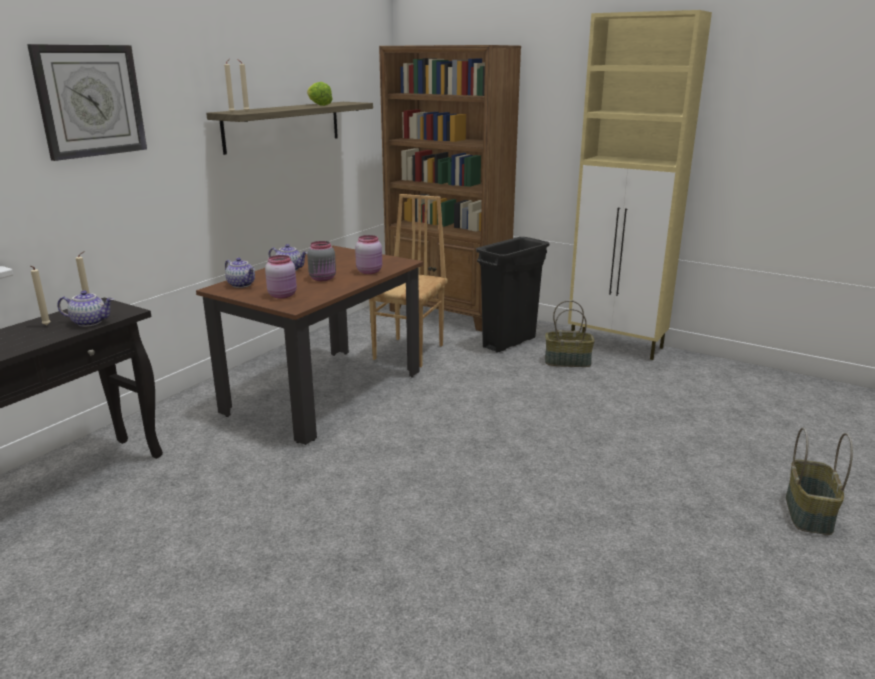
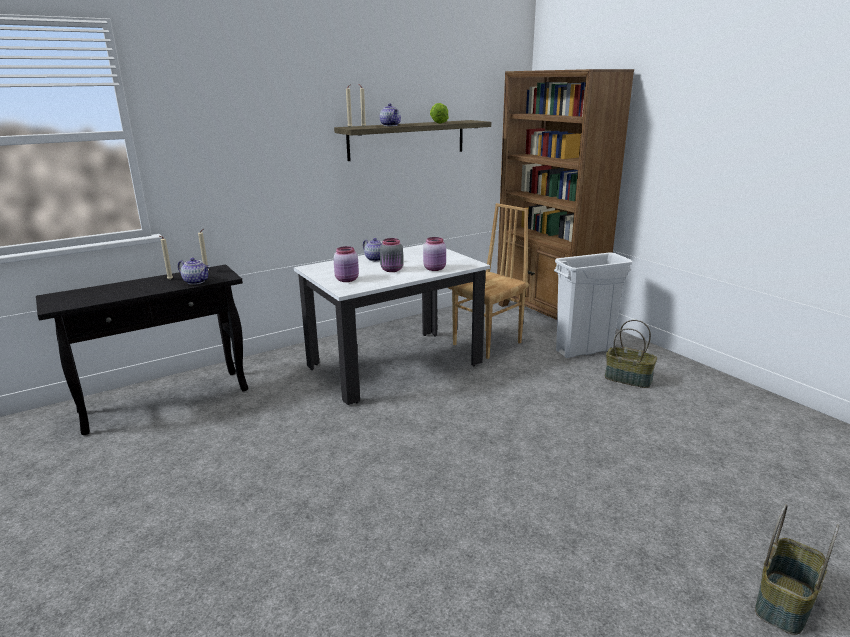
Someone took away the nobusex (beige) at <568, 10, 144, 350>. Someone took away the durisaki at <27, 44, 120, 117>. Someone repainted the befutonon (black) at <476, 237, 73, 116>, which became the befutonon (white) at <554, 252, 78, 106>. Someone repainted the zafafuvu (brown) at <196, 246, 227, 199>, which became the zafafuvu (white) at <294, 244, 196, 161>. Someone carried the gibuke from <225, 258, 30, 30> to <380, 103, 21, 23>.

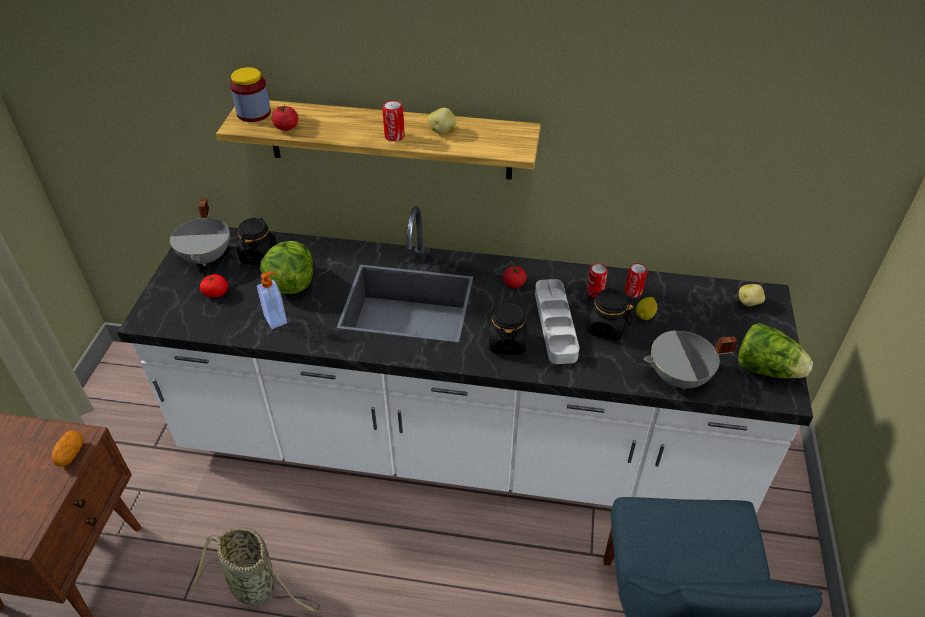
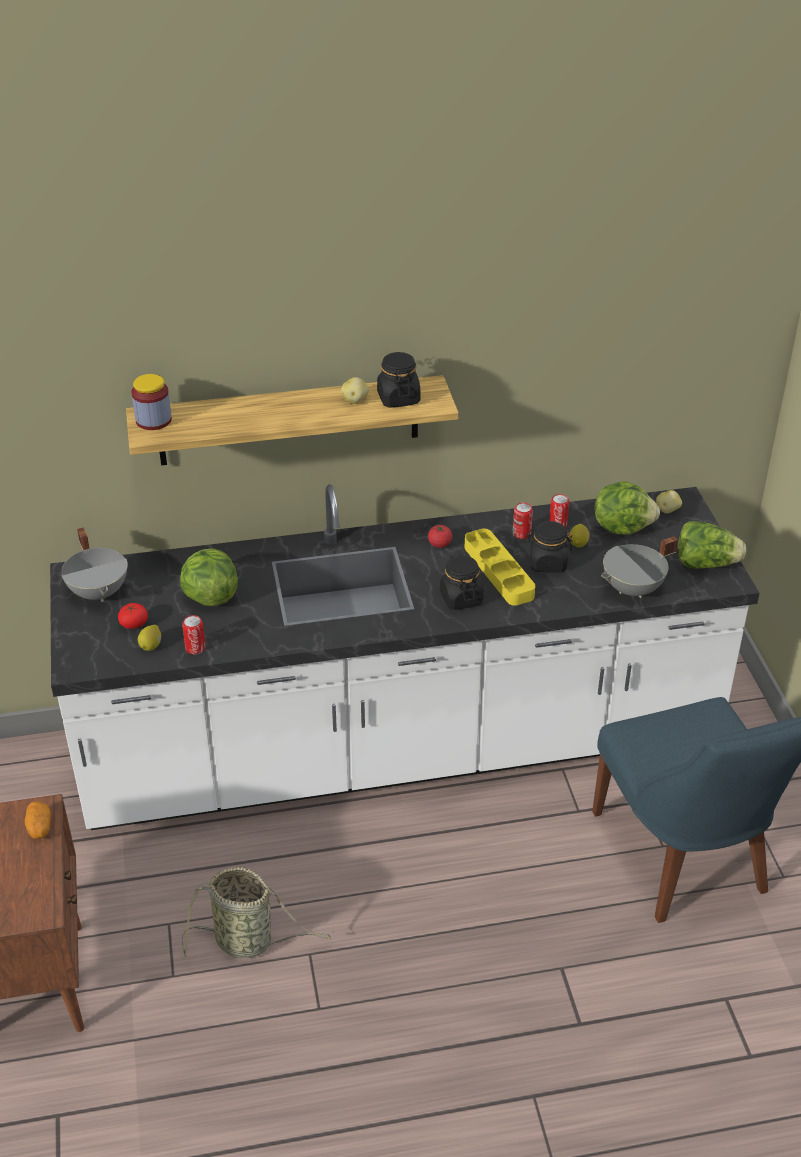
Someone carried the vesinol from <382, 100, 23, 42> to <182, 615, 24, 39>. Someone took away the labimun at <272, 105, 26, 26>. Someone carried the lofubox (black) from <237, 217, 40, 48> to <377, 352, 43, 56>. Someone took away the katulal at <257, 271, 30, 58>. Someone repainted the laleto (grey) at <535, 279, 44, 85>, which became the laleto (yellow) at <465, 529, 70, 77>. Someone put down the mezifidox at <595, 481, 65, 54>. Someone put down the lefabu at <138, 625, 23, 26>.

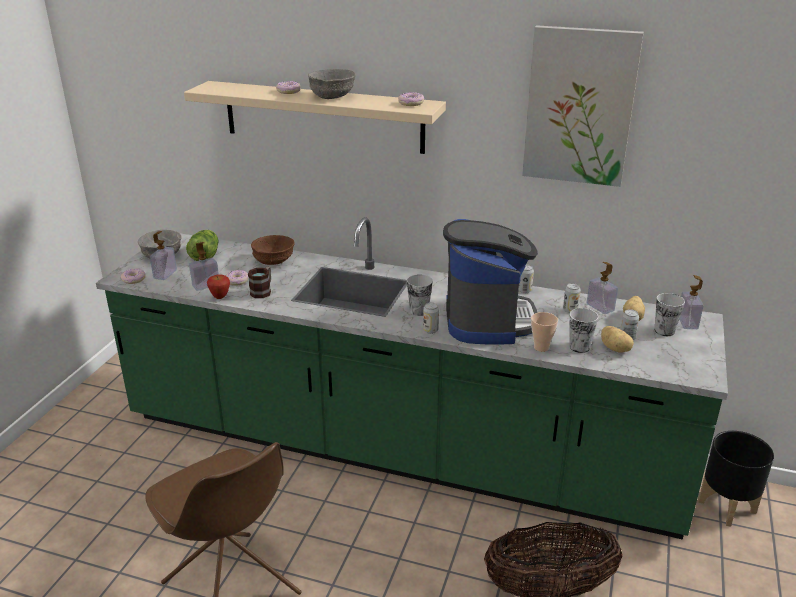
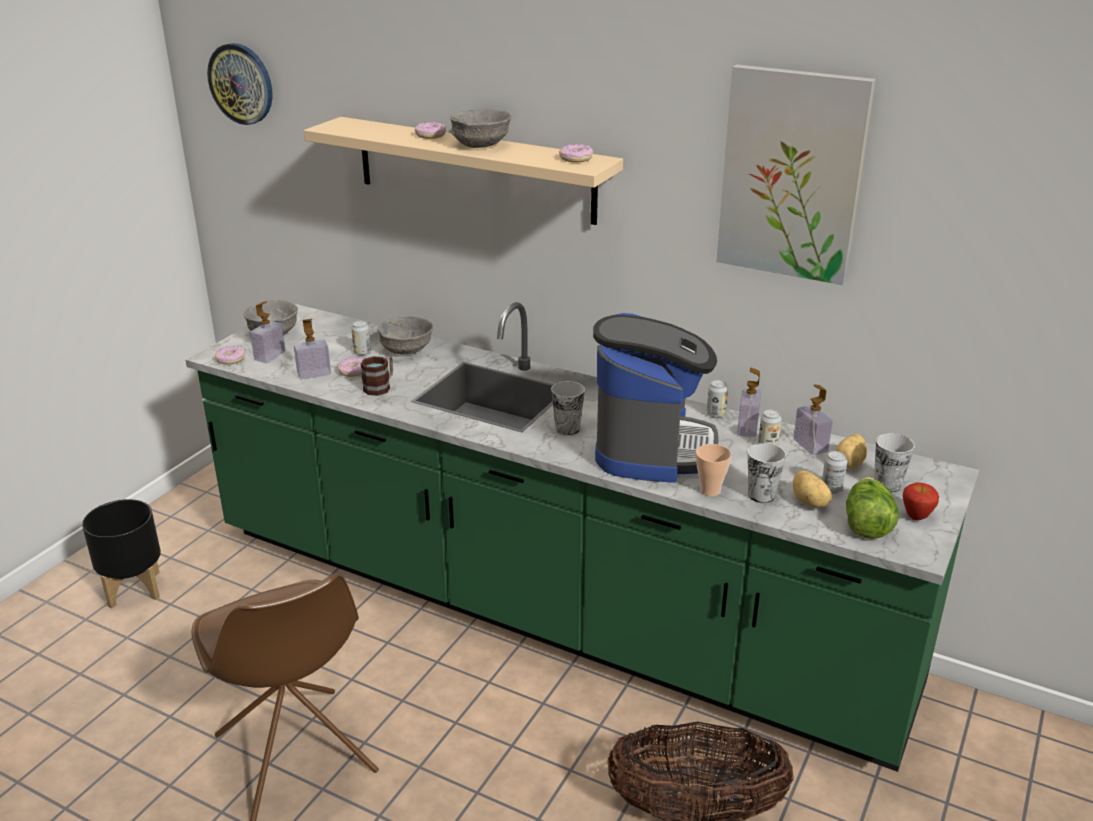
Someone carried the mezifidox from <186, 230, 33, 31> to <846, 477, 53, 62>. Someone repainted the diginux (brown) at <251, 235, 44, 30>, which became the diginux (grey) at <378, 317, 55, 37>. Someone carried the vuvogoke from <207, 274, 23, 25> to <903, 483, 36, 37>. Someone carried the katulal from <679, 275, 24, 54> to <737, 368, 24, 69>. Someone carried the vesinol from <423, 302, 16, 32> to <351, 321, 20, 34>. Someone carried the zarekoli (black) from <698, 431, 76, 96> to <82, 499, 79, 109>. Someone put up the durisaki at <207, 43, 66, 82>.

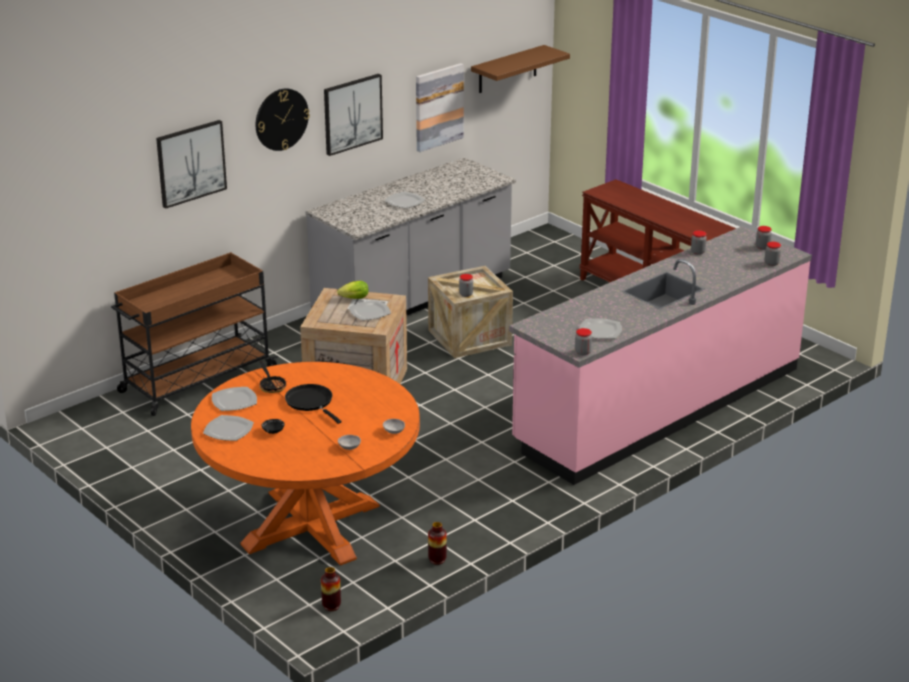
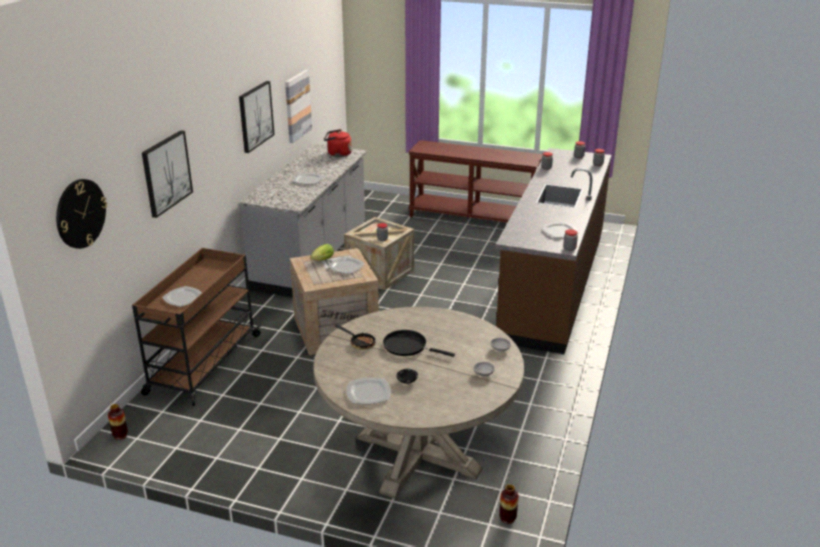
Someone took away the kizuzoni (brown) at <471, 45, 99, 48>. Someone carried the durisaki from <255, 88, 55, 63> to <56, 179, 51, 70>. Someone repainted the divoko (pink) at <509, 226, 303, 259>, which became the divoko (brown) at <495, 148, 117, 206>. Someone repainted the zafafuvu (orange) at <191, 362, 229, 204>, which became the zafafuvu (beige) at <313, 307, 211, 192>. Someone carried the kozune from <212, 387, 45, 24> to <162, 286, 40, 21>. Someone carried the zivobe from <428, 522, 19, 43> to <108, 404, 20, 36>. Someone put down the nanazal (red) at <324, 129, 28, 28>.

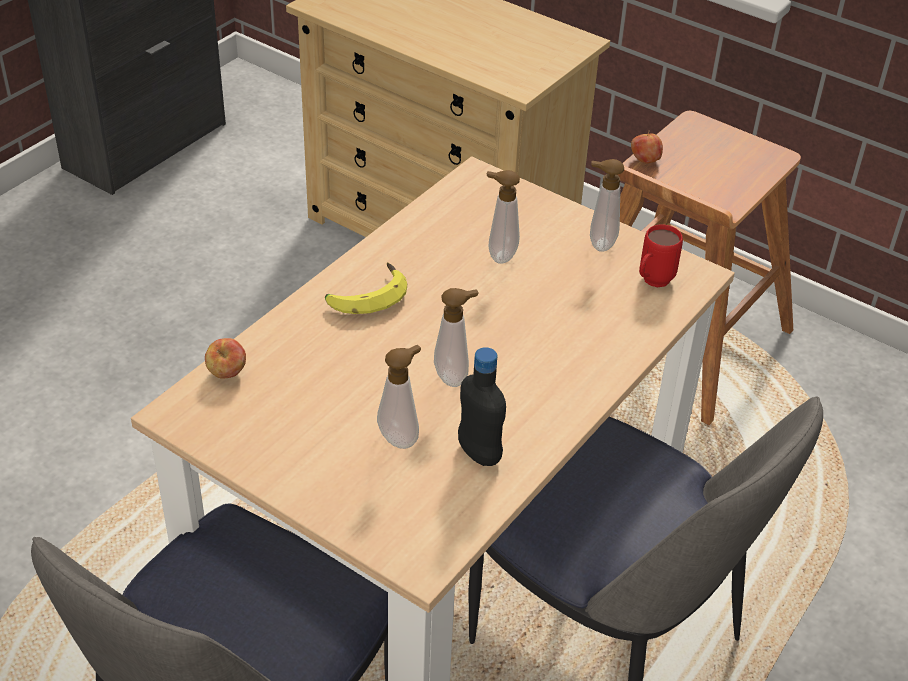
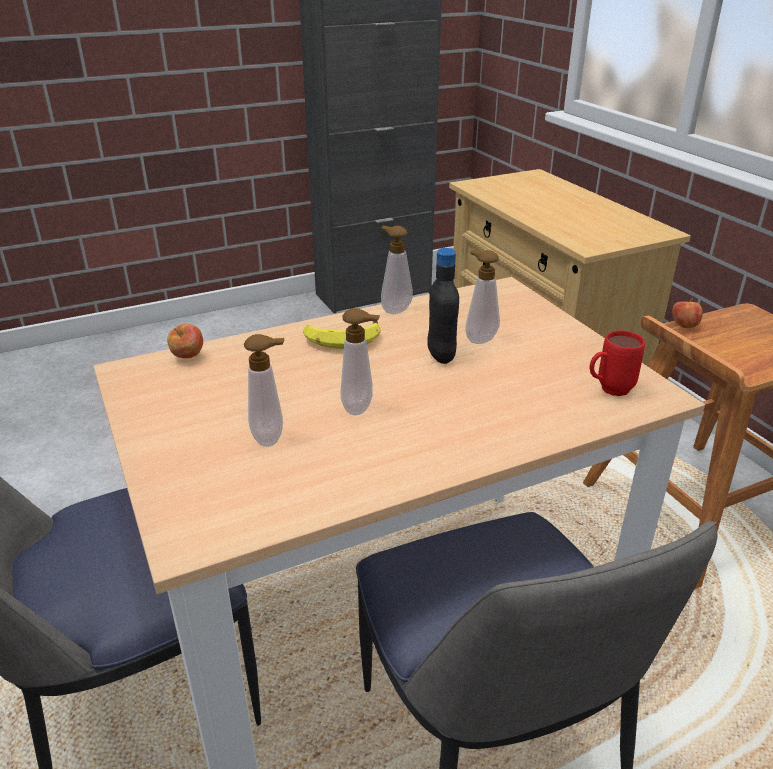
Someone carried the katulal from <590, 159, 34, 93> to <381, 226, 32, 88>. Someone carried the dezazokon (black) from <458, 347, 48, 119> to <427, 248, 32, 116>.

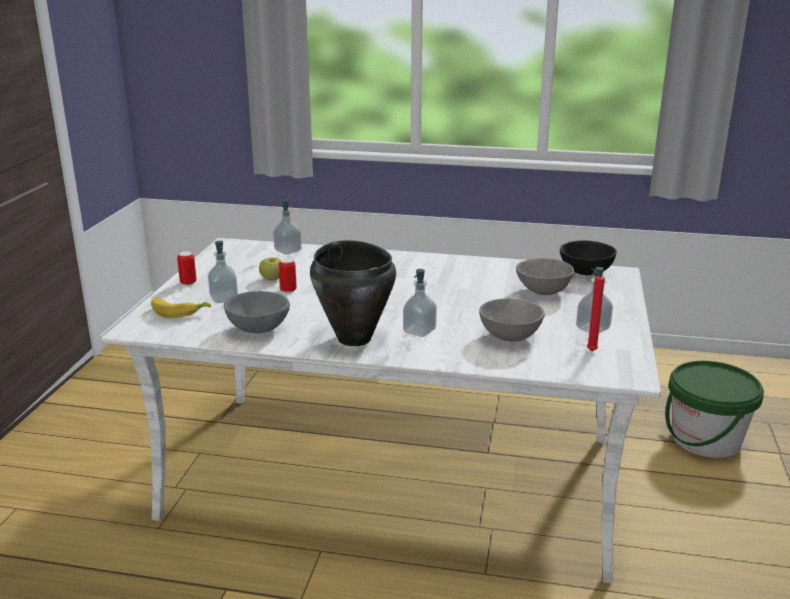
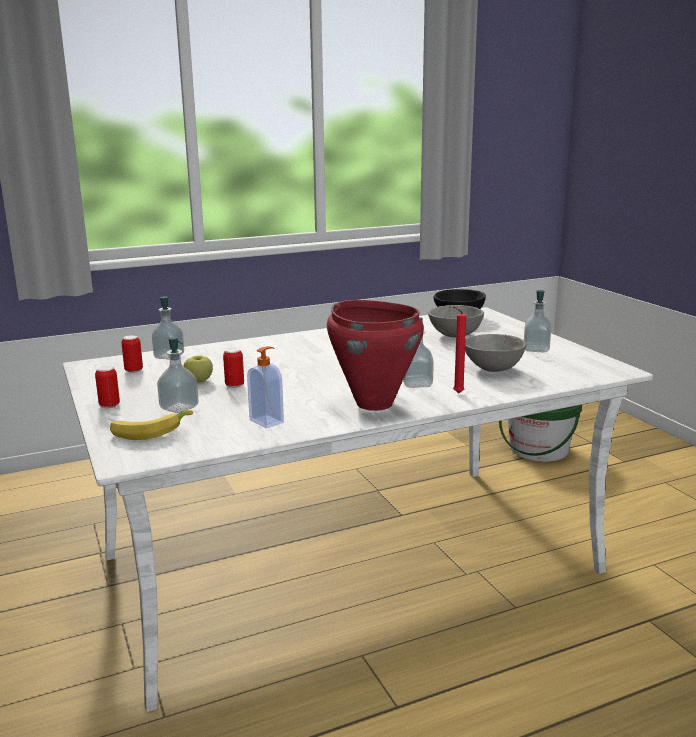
Someone repainted the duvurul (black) at <310, 240, 86, 106>, which became the duvurul (red) at <327, 300, 97, 111>. Someone carried the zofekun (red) from <587, 268, 18, 83> to <453, 306, 13, 87>. Someone swapped the diginux (grey) at <224, 291, 66, 42> for the katulal at <247, 346, 37, 82>. Someone put down the vesinol at <121, 335, 22, 38>.

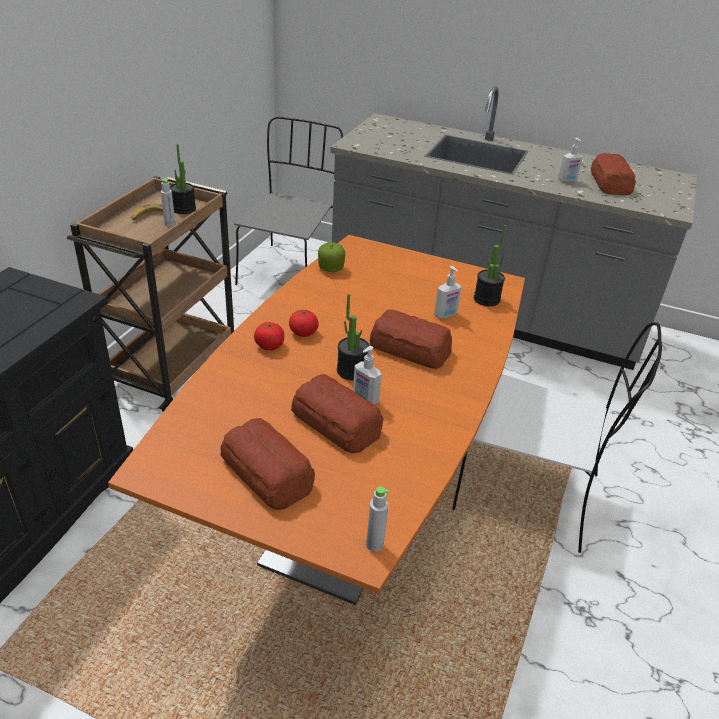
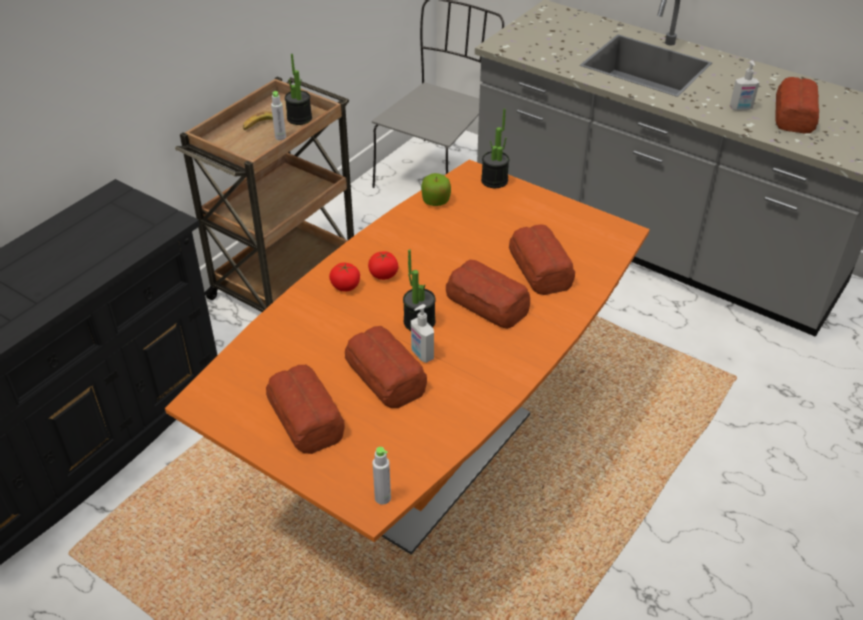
Someone carried the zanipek from <474, 225, 32, 81> to <481, 108, 28, 80>. Someone swapped the katulal at <434, 266, 28, 52> for the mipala at <509, 224, 66, 71>. Someone took away the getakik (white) at <452, 322, 210, 231>.

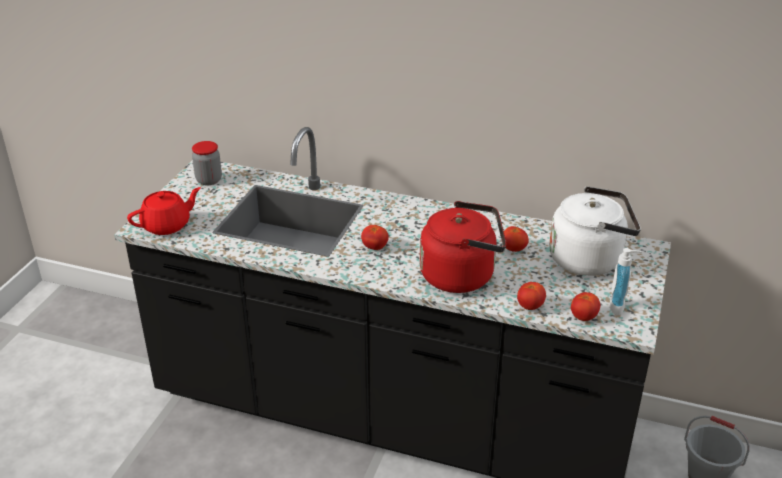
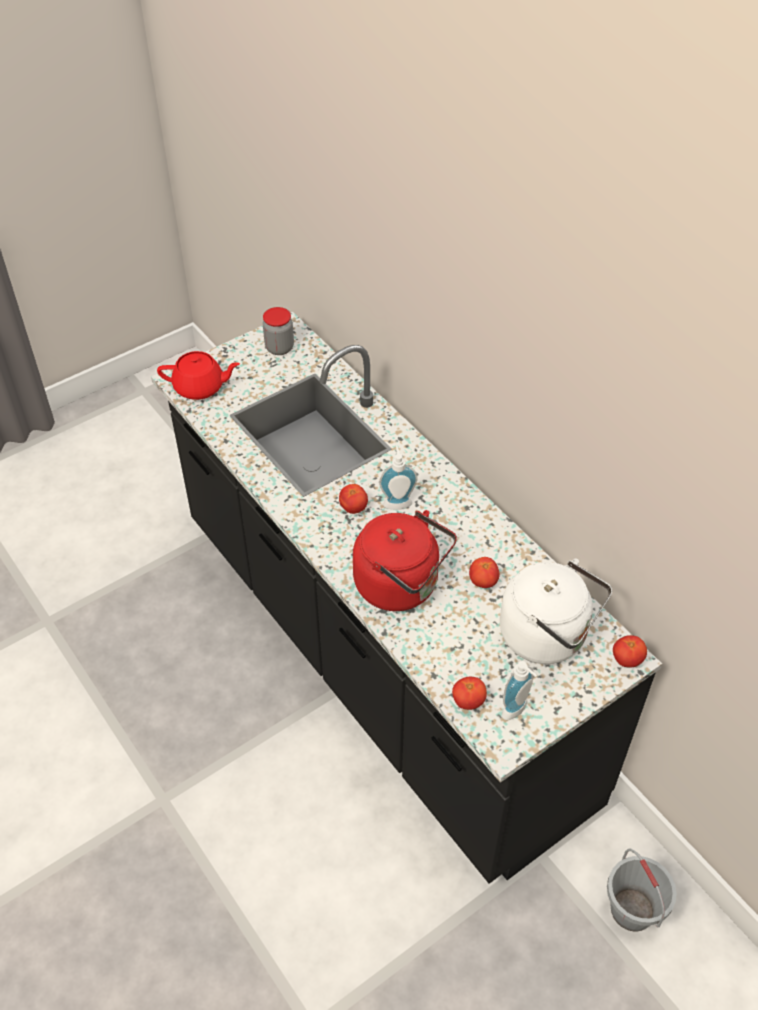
Someone carried the labimun from <517, 282, 29, 28> to <613, 635, 34, 33>. Someone put down the katulal at <379, 445, 38, 65>.

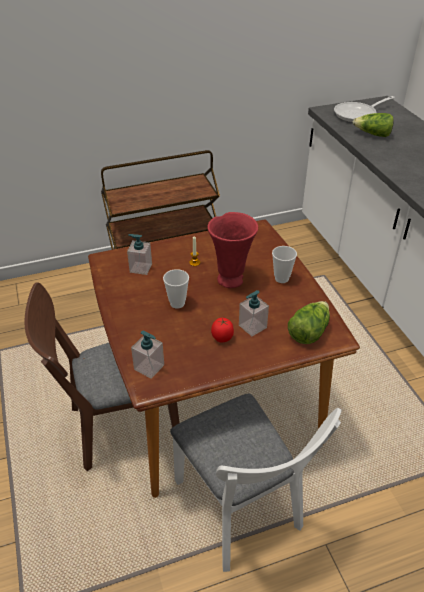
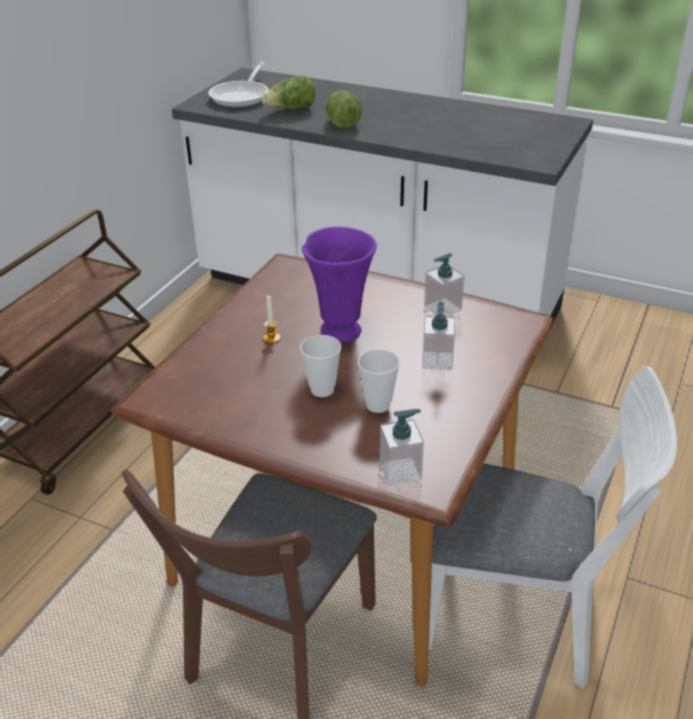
Someone repainted the zivobe (red) at <208, 212, 50, 76>, which became the zivobe (purple) at <302, 227, 75, 116>. Someone carried the katulal from <127, 234, 25, 41> to <424, 253, 41, 63>. Someone carried the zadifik from <272, 246, 25, 37> to <357, 349, 43, 64>. Someone carried the mezifidox from <288, 301, 42, 43> to <326, 90, 36, 39>. Someone took away the labimun at <211, 318, 23, 25>.

